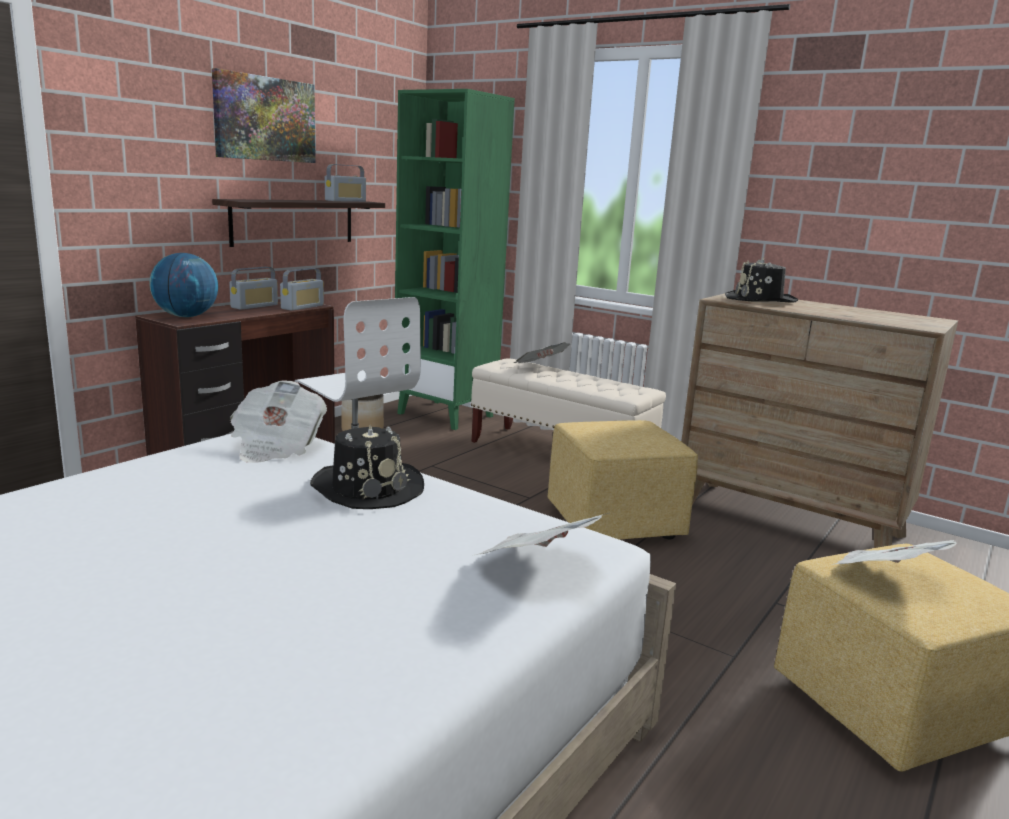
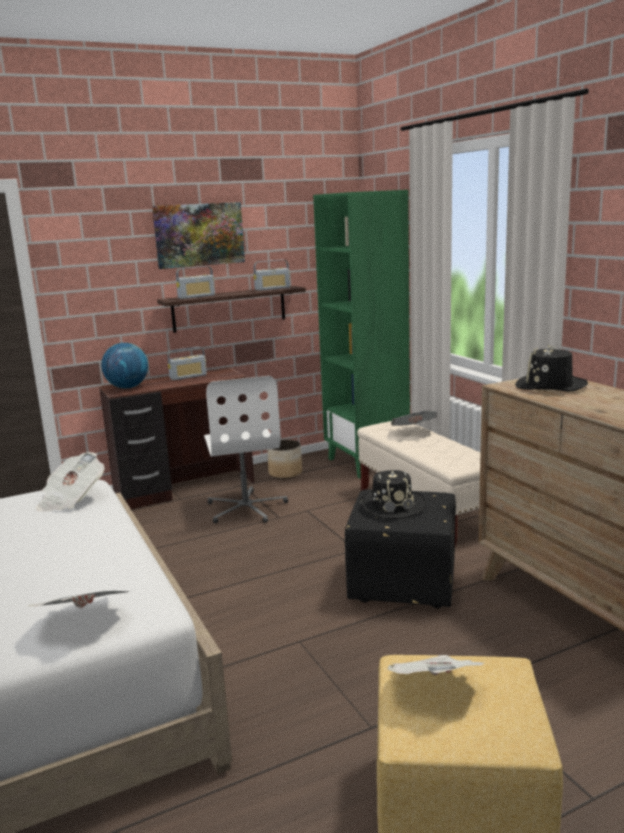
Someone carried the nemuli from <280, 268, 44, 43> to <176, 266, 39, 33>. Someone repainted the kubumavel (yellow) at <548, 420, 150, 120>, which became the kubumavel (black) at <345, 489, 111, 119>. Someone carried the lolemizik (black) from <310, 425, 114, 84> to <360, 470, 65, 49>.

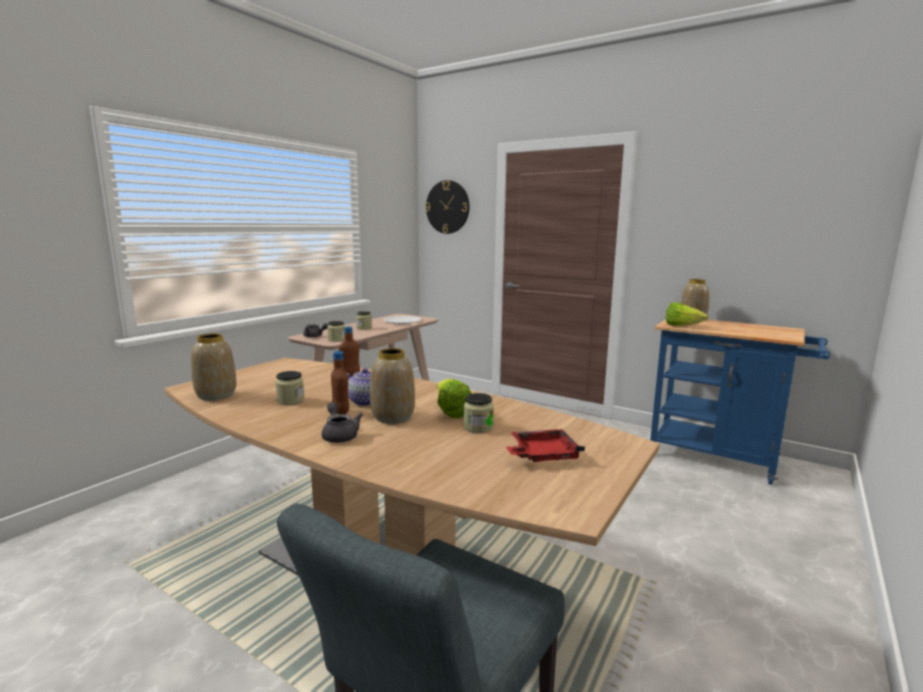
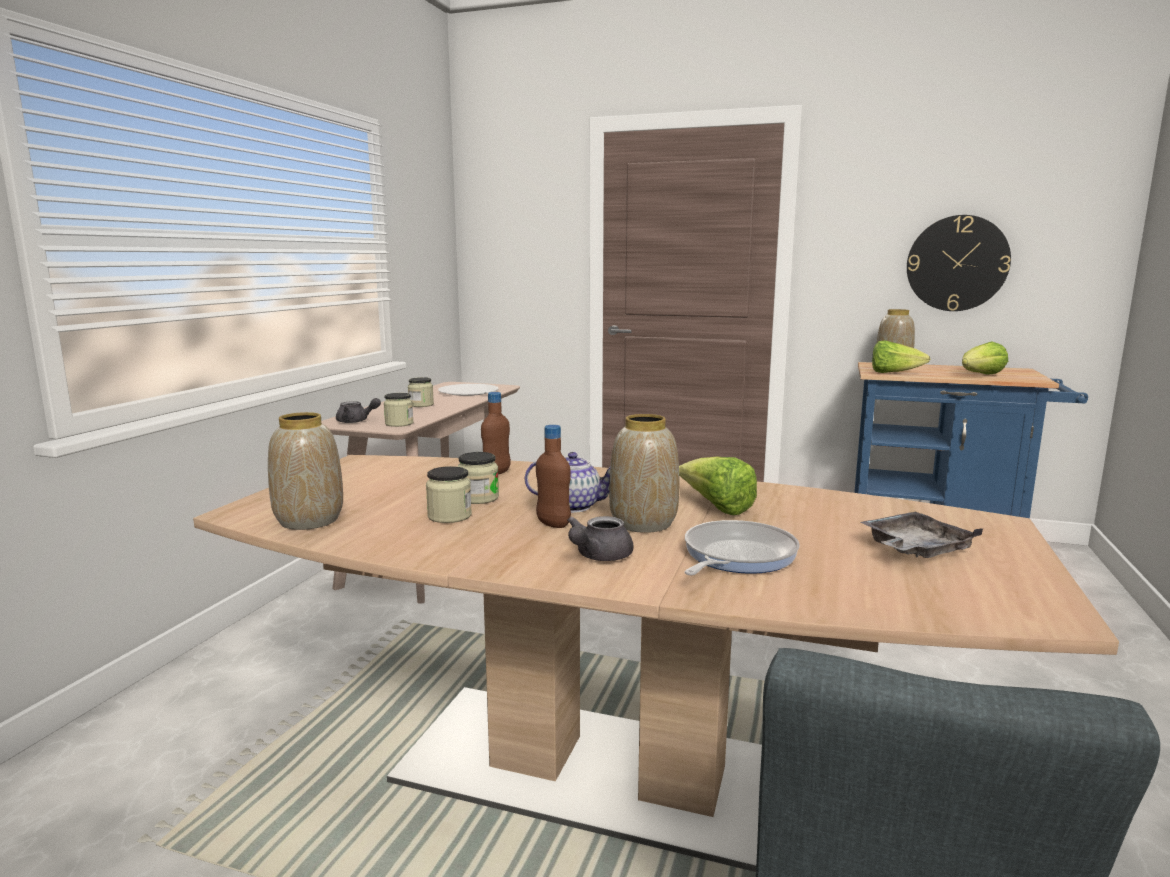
Someone carried the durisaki from <425, 180, 45, 54> to <907, 215, 104, 96>. Someone carried the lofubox from <463, 393, 31, 40> to <457, 452, 42, 52>. Someone rotated the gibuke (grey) at <322, 402, 41, 41> by 105 degrees counterclockwise. Someone repainted the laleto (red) at <506, 429, 79, 33>, which became the laleto (grey) at <861, 512, 122, 46>. Someone put down the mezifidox at <962, 341, 46, 34>. Someone put down the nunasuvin at <685, 520, 115, 56>.

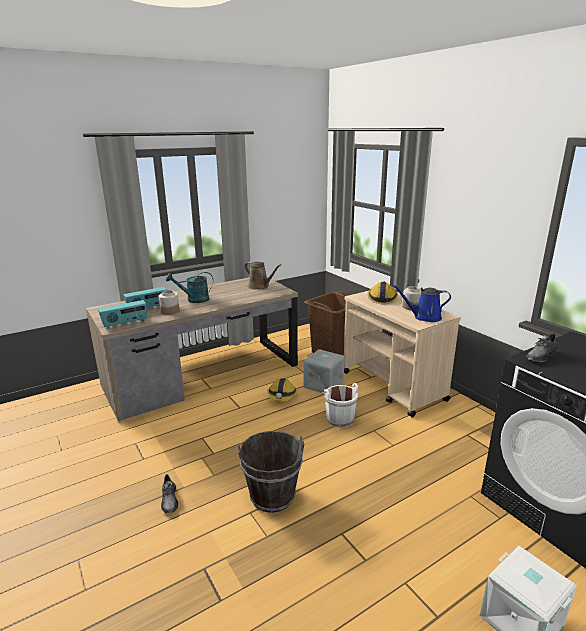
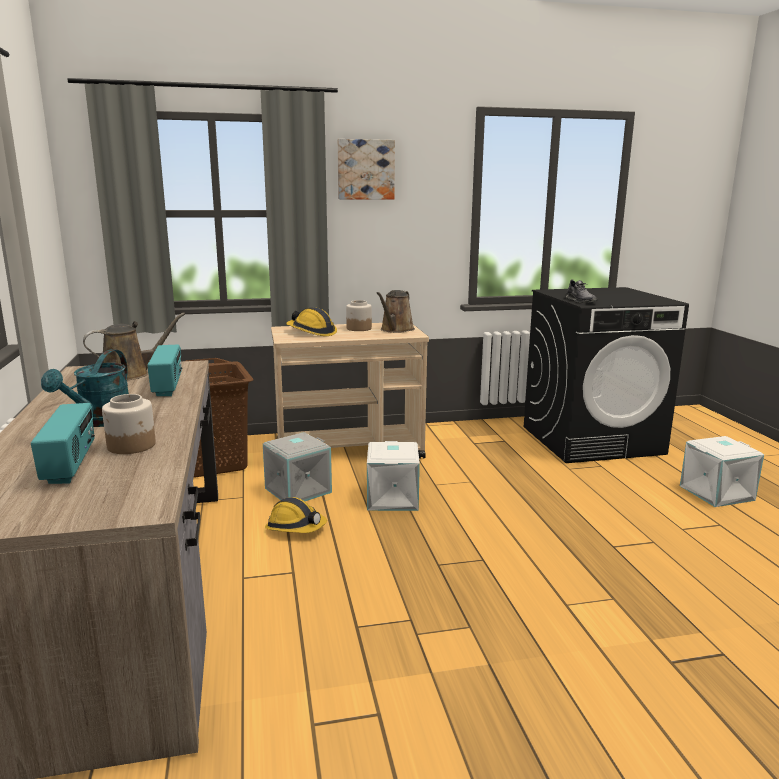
Someone repainted the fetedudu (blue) at <392, 285, 59, 37>, which became the fetedudu (brown) at <377, 290, 38, 43>. Someone carried the nemuli from <98, 300, 49, 29> to <147, 345, 36, 51>. Someone swapped the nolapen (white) at <322, 383, 36, 45> for the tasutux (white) at <367, 441, 53, 70>. Someone took away the nolapen (brown) at <237, 431, 67, 82>. Someone took away the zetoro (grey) at <161, 474, 17, 40>. Someone put up the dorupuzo at <337, 139, 58, 61>.

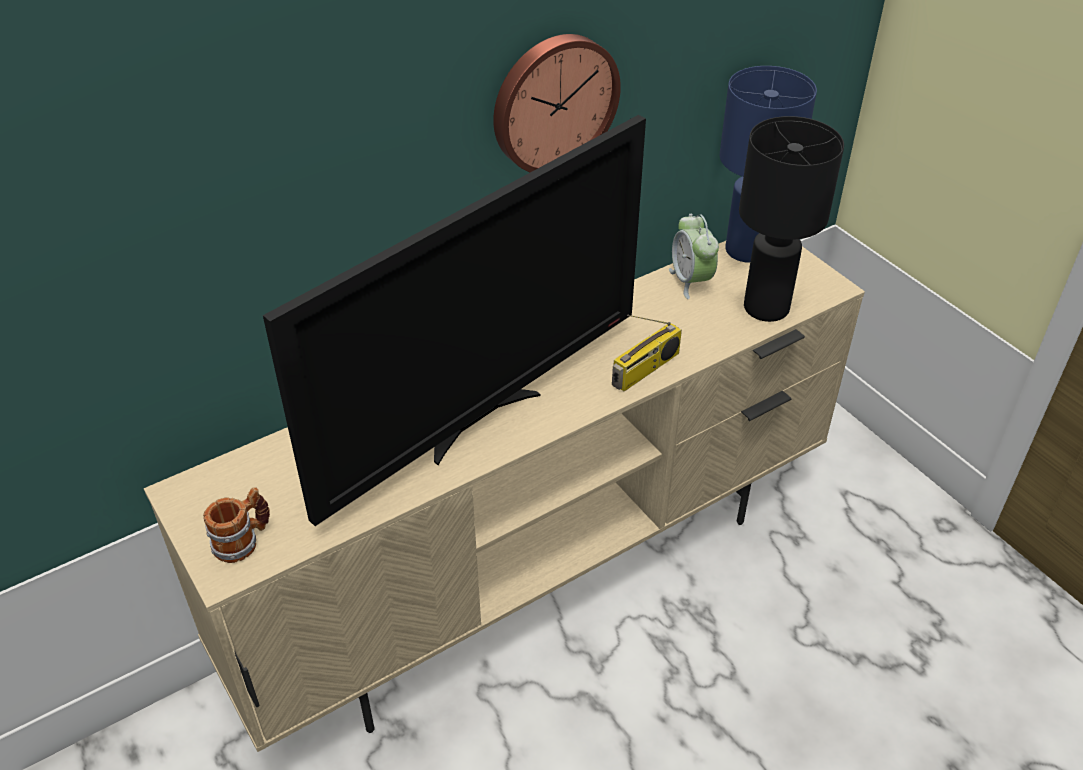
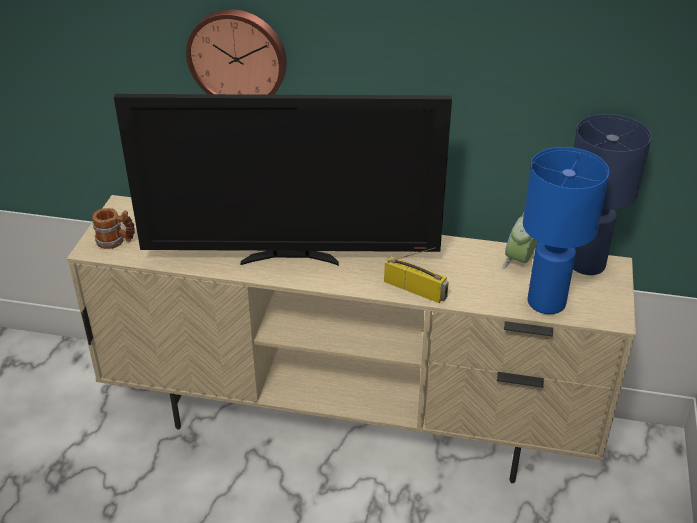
Someone carried the durisaki from <493, 34, 128, 138> to <186, 9, 101, 86>. Someone repainted the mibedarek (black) at <739, 116, 105, 206>, which became the mibedarek (blue) at <523, 147, 86, 167>. Someone rotated the nemuli at <612, 315, 70, 76> by 150 degrees counterclockwise.

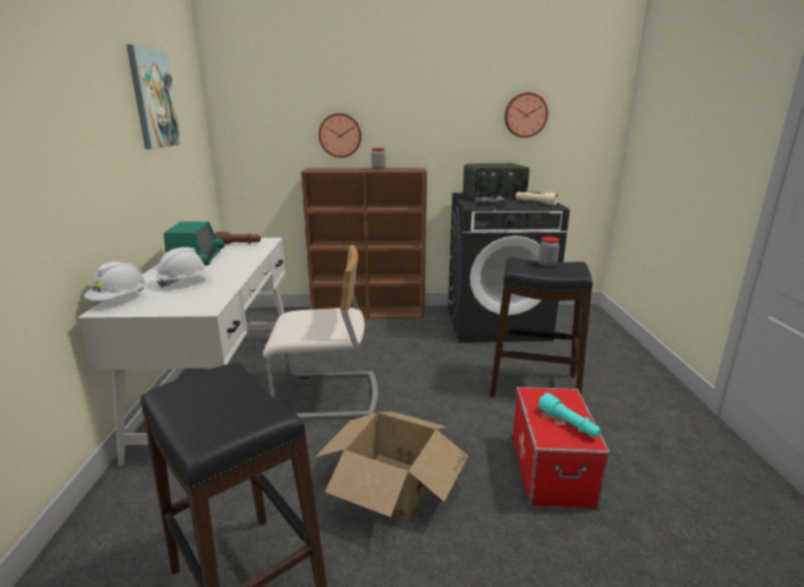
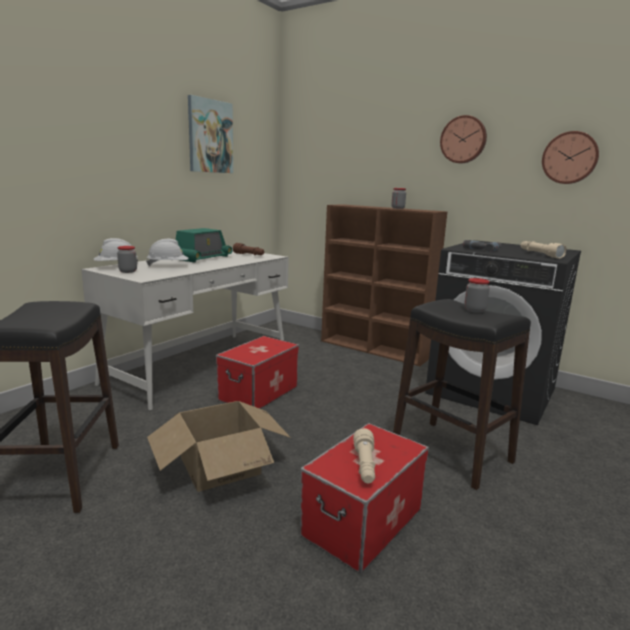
Someone carried the durisaki from <319, 113, 42, 45> to <440, 115, 47, 48>. Someone took away the nemuli at <463, 163, 66, 37>. Someone swapped the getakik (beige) at <263, 245, 115, 173> for the tasutux at <216, 336, 83, 73>. Someone repainted the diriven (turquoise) at <538, 393, 63, 44>, which became the diriven (beige) at <353, 428, 23, 55>. Someone put down the lofubox at <117, 246, 20, 27>.

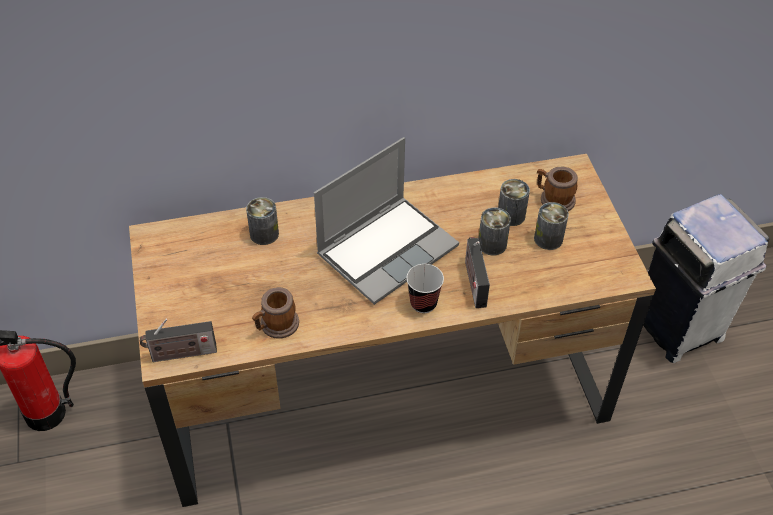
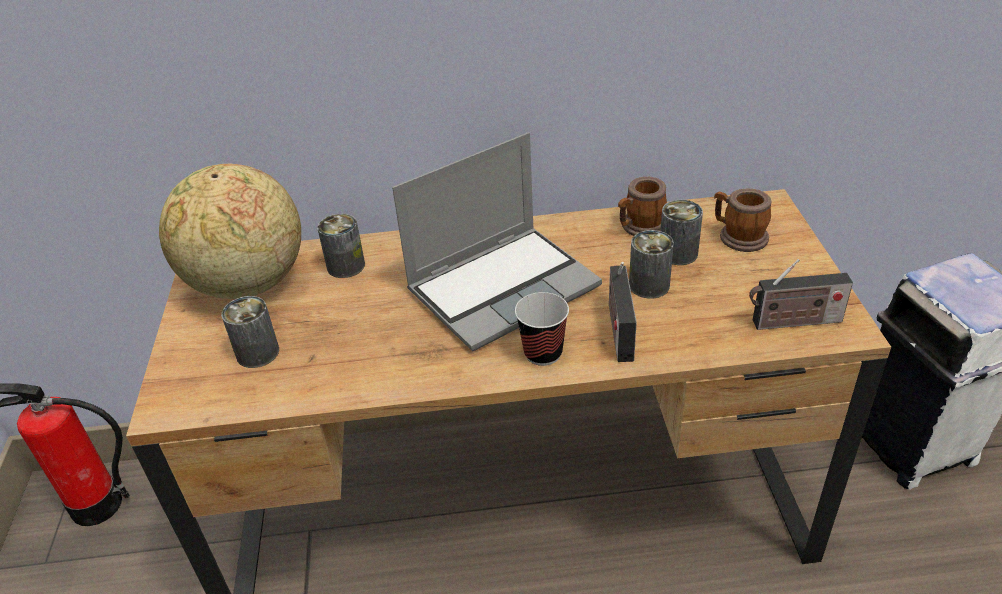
Someone carried the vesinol from <534, 202, 35, 48> to <221, 296, 58, 72>. Someone carried the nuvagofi from <252, 287, 47, 52> to <618, 177, 49, 59>. Someone carried the nemuli from <140, 318, 77, 44> to <749, 259, 104, 71>. Someone put down the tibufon at <159, 164, 142, 135>.

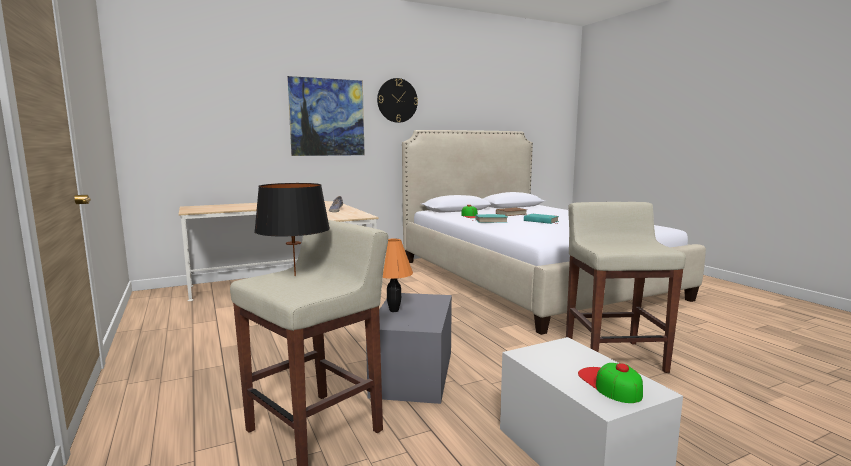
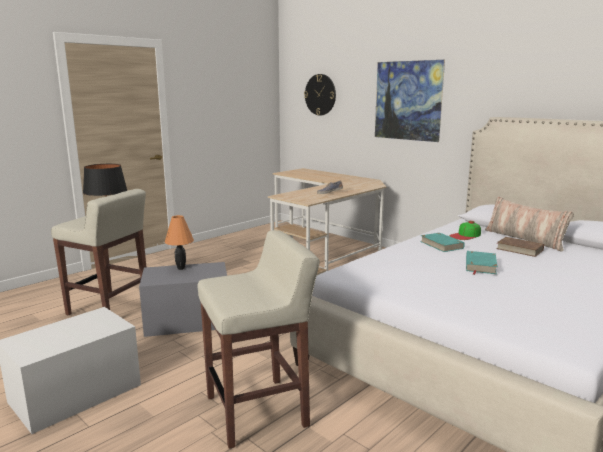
Someone carried the durisaki from <377, 78, 41, 45> to <304, 74, 32, 41>. Someone took away the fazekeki at <578, 363, 65, 40>. Someone put down the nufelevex at <485, 197, 89, 55>.

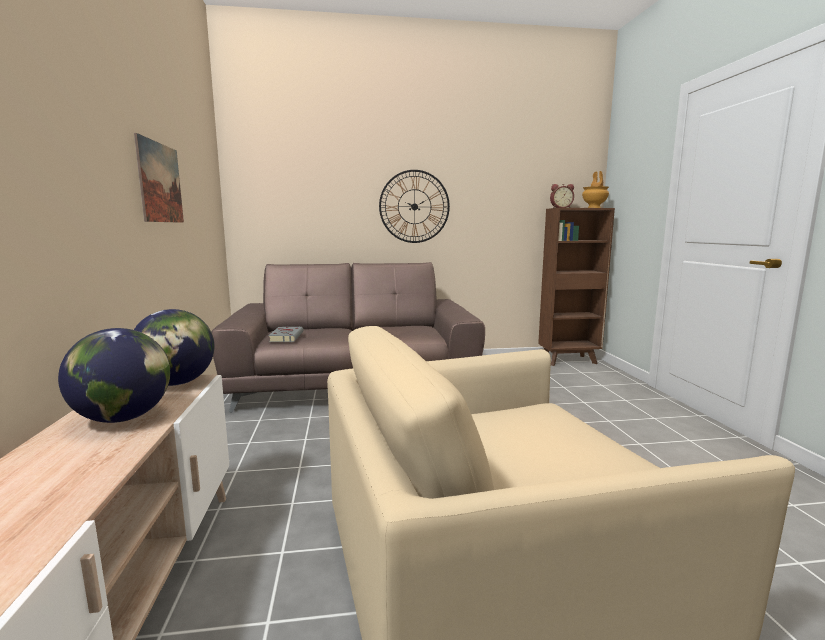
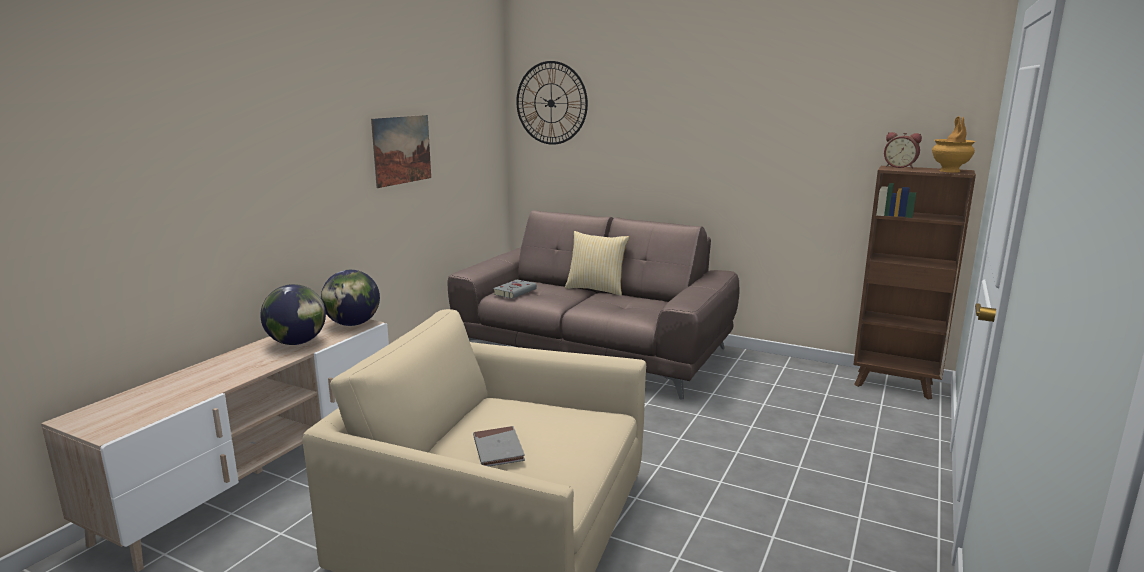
Someone carried the durisaki from <379, 170, 71, 73> to <516, 61, 72, 84>. Someone put down the nufelevex at <565, 231, 65, 65>. Someone put down the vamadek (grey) at <473, 426, 52, 40>.

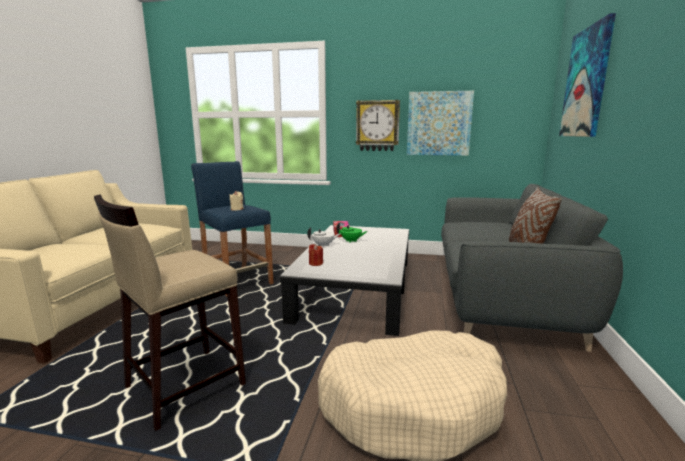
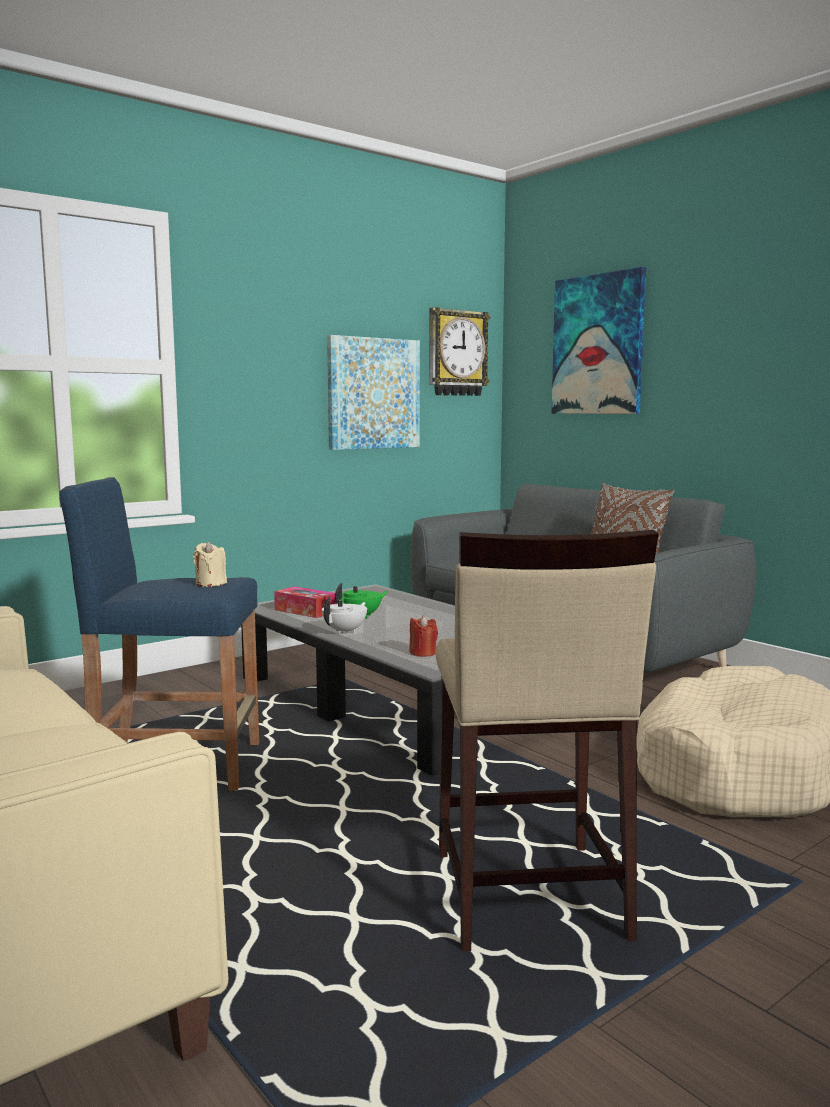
Someone carried the durisaki from <356, 100, 44, 51> to <429, 307, 62, 89>.

